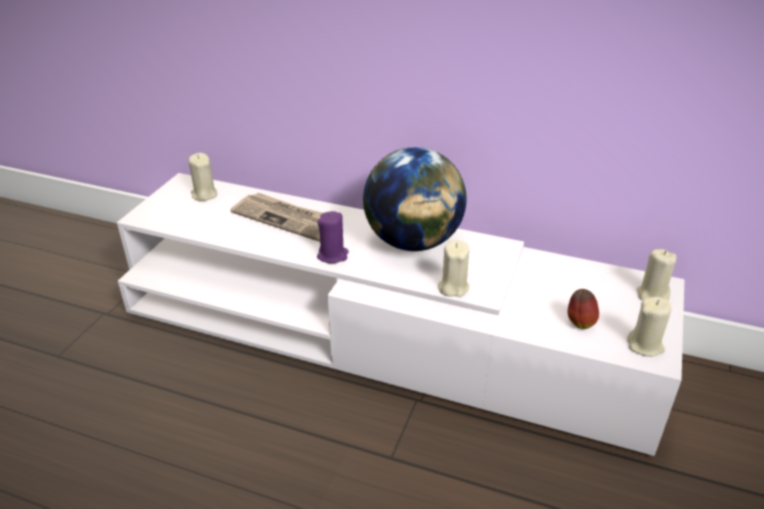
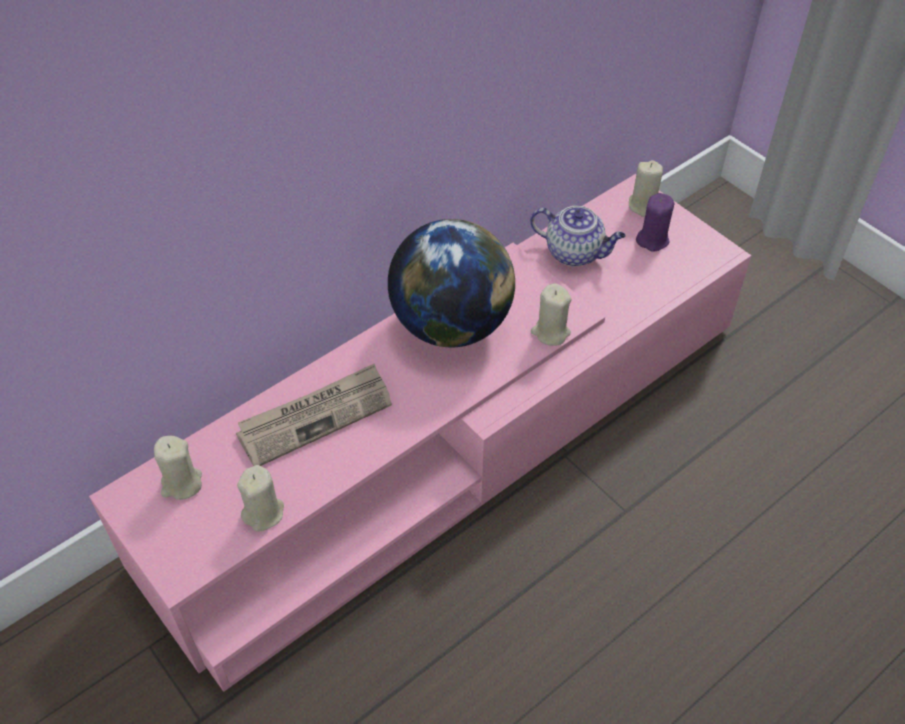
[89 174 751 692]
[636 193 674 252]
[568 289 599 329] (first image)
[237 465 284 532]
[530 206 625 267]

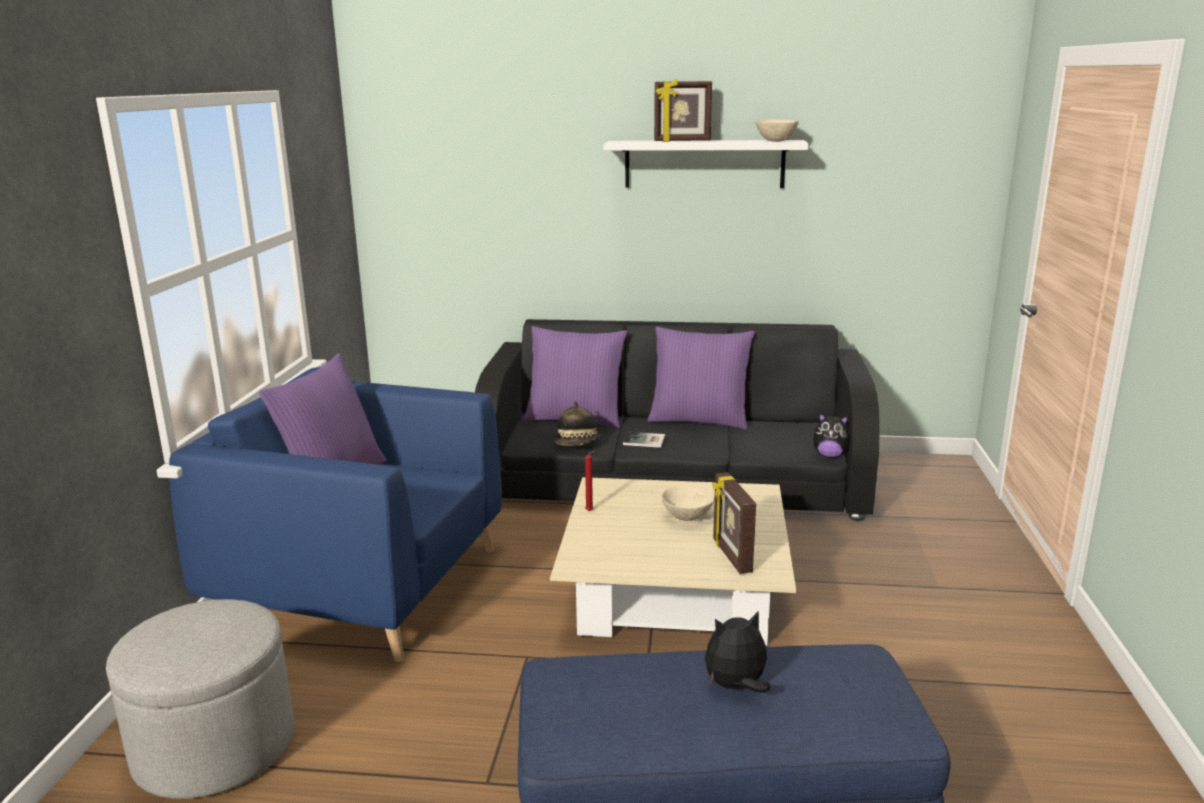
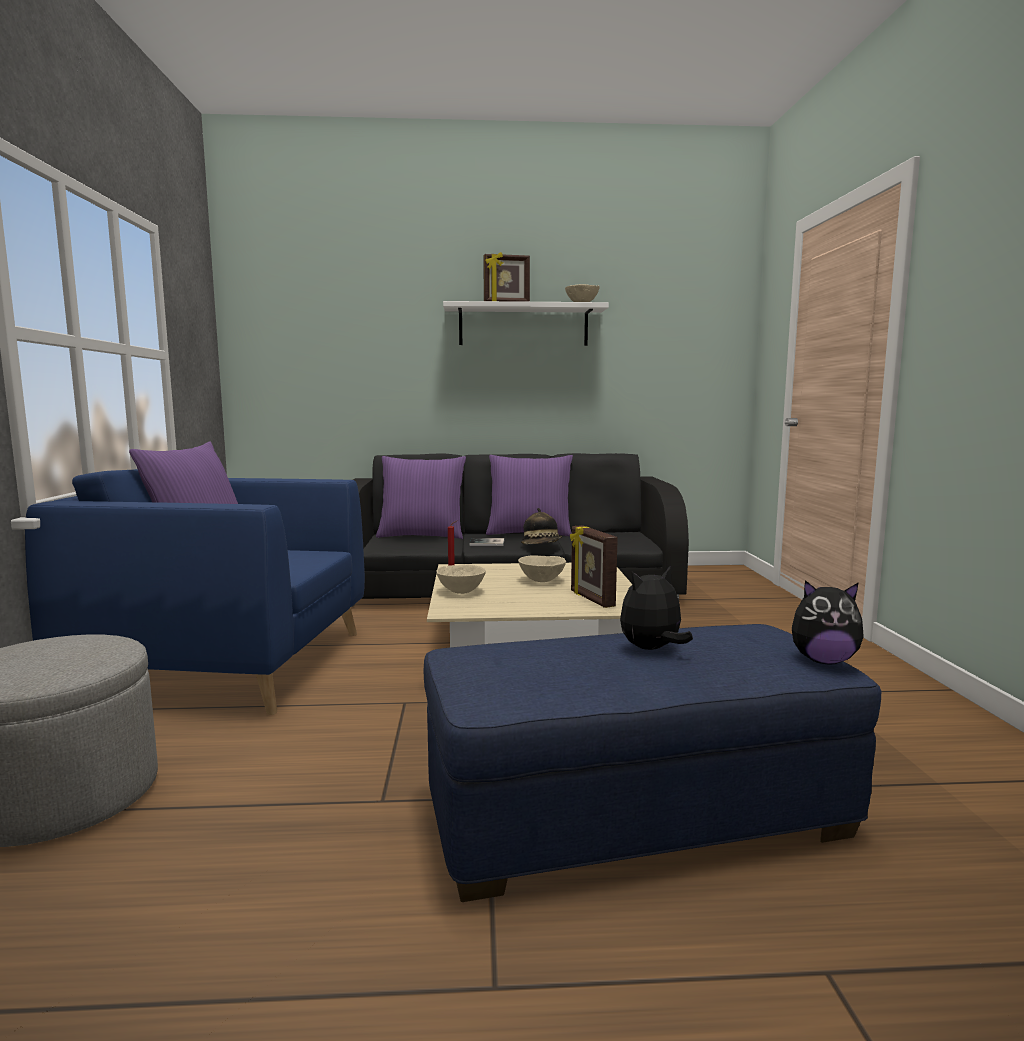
[521 508 562 544]
[792 580 864 664]
[437 564 486 594]

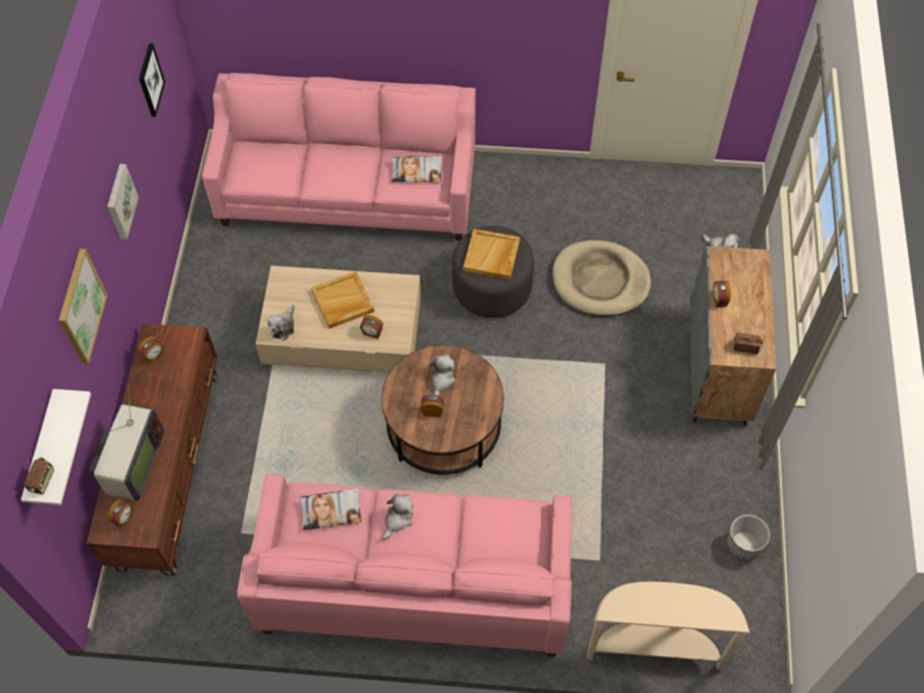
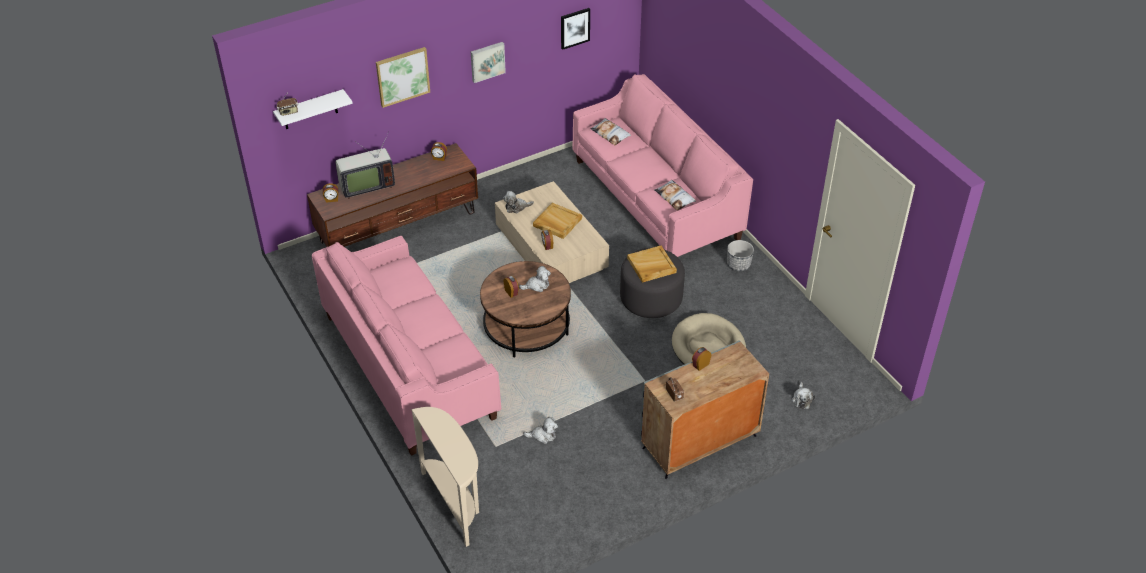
[590 118 631 145]
[523 417 558 444]
[727 240 754 271]

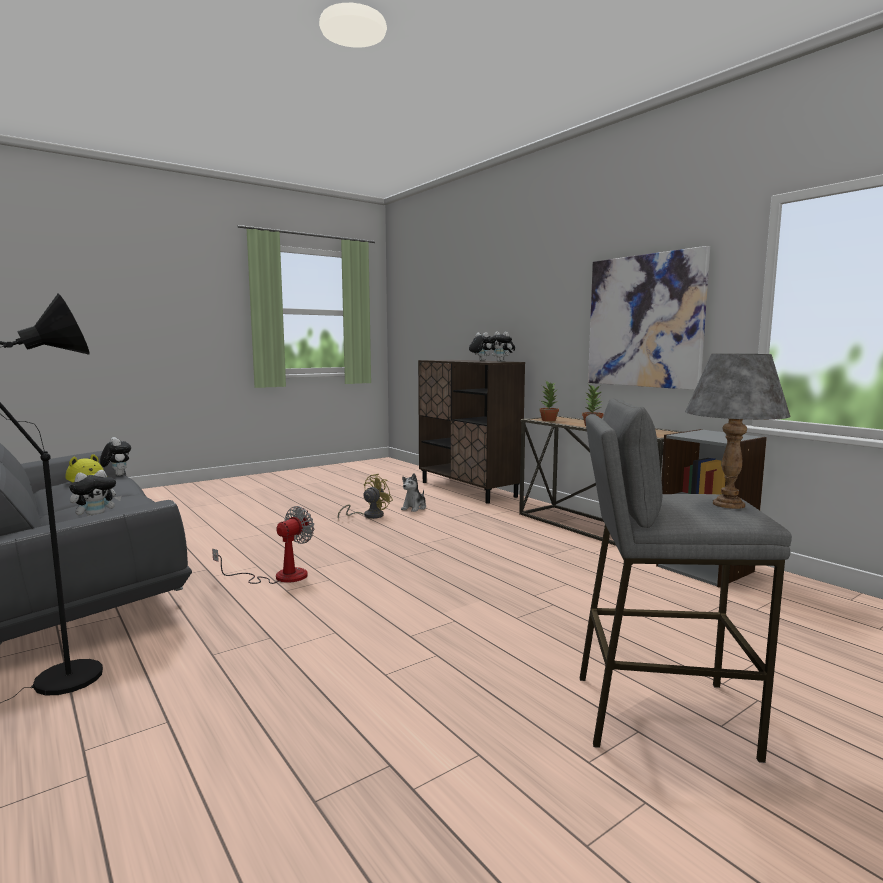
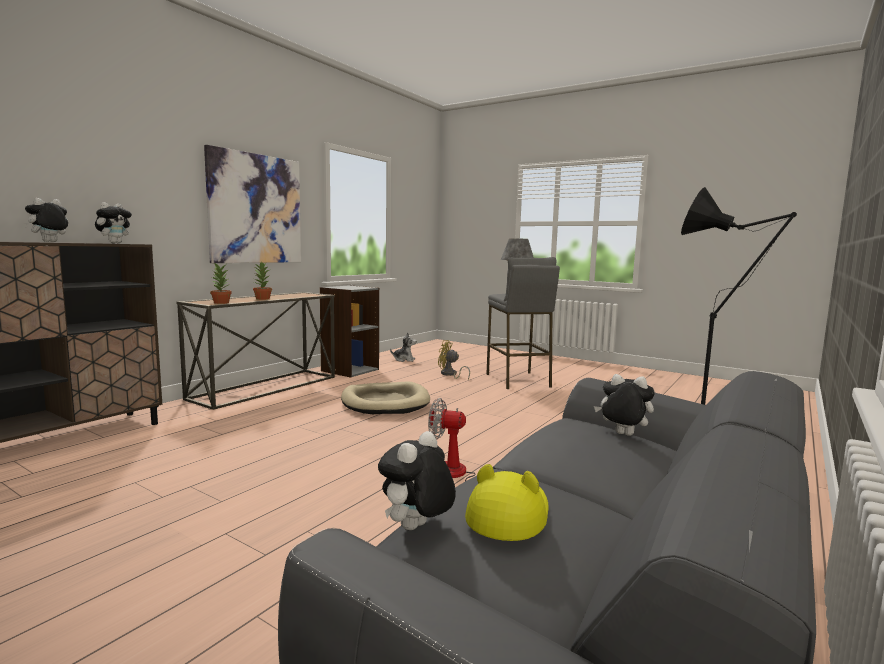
[390 333 417 362]
[438 340 470 379]
[341 381 430 414]

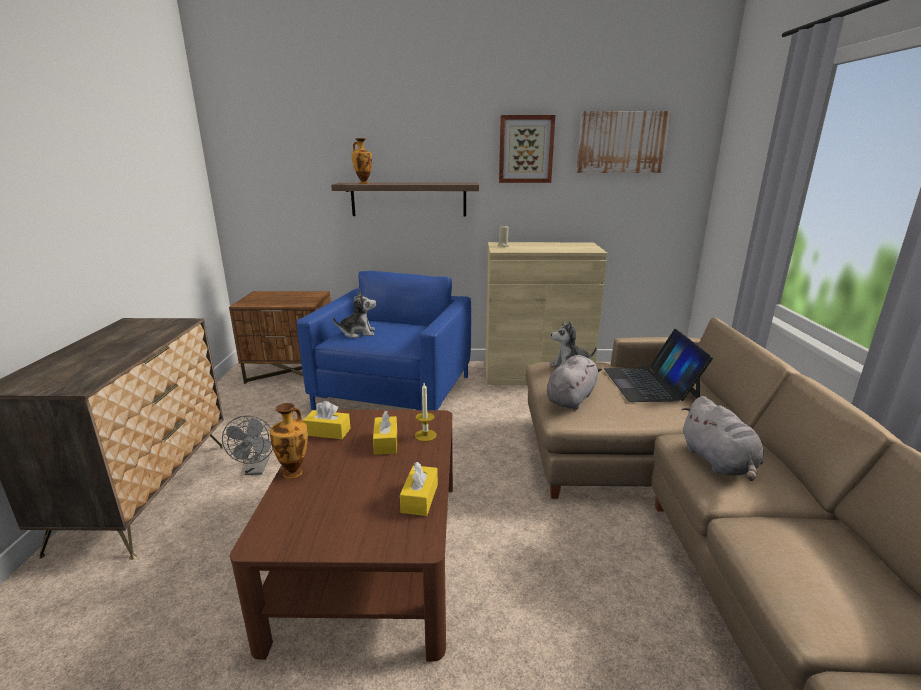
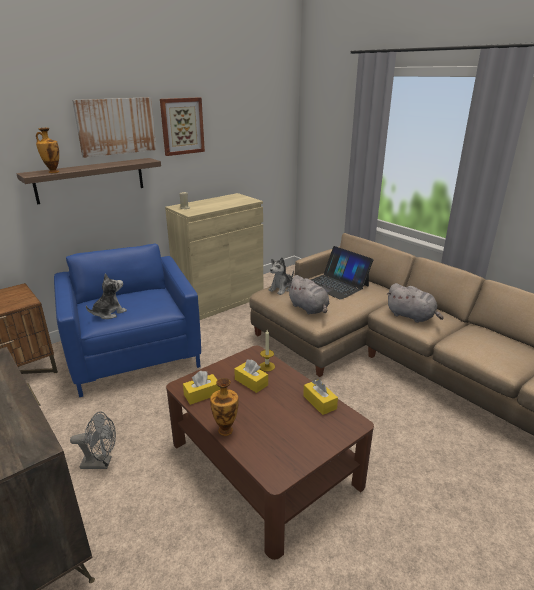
[72 97 157 158]
[287 275 330 314]
[70 411 116 469]

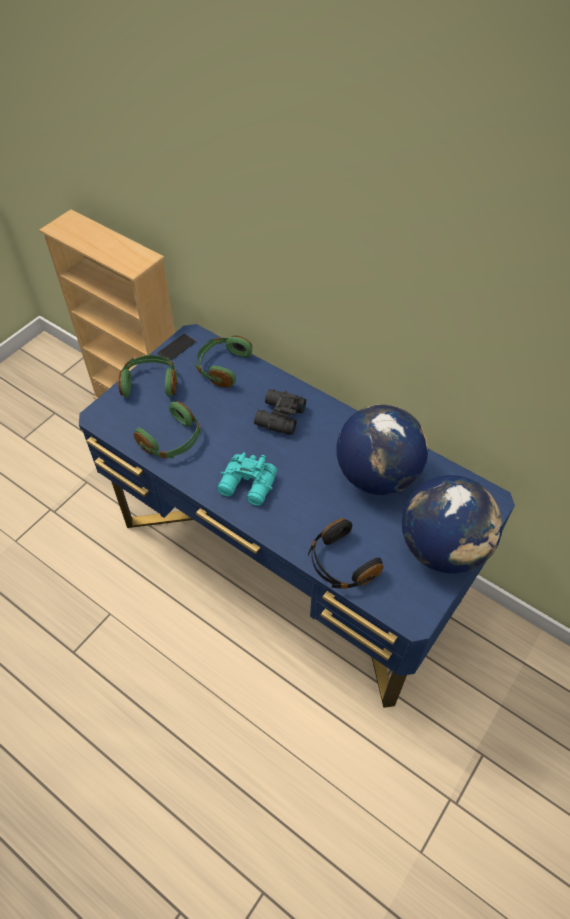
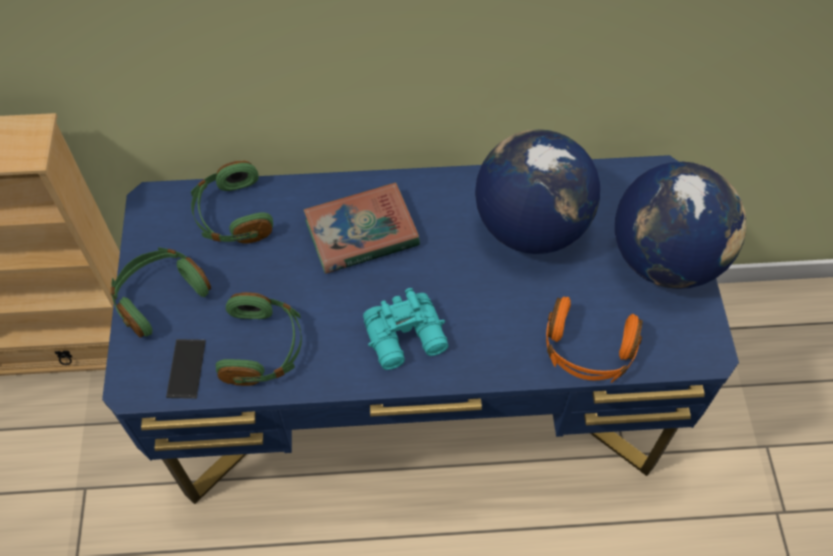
[166 339 206 399]
[304 182 420 274]
[546 297 643 383]

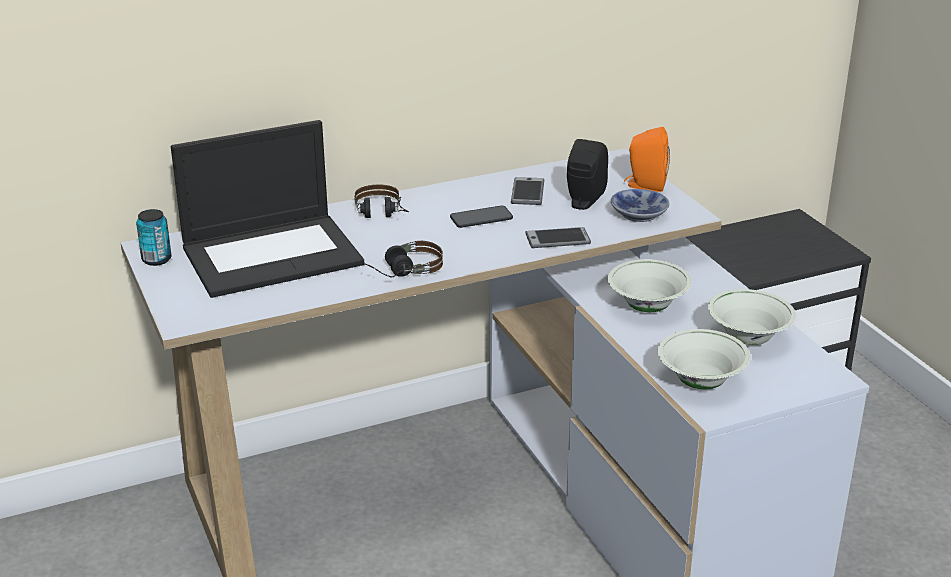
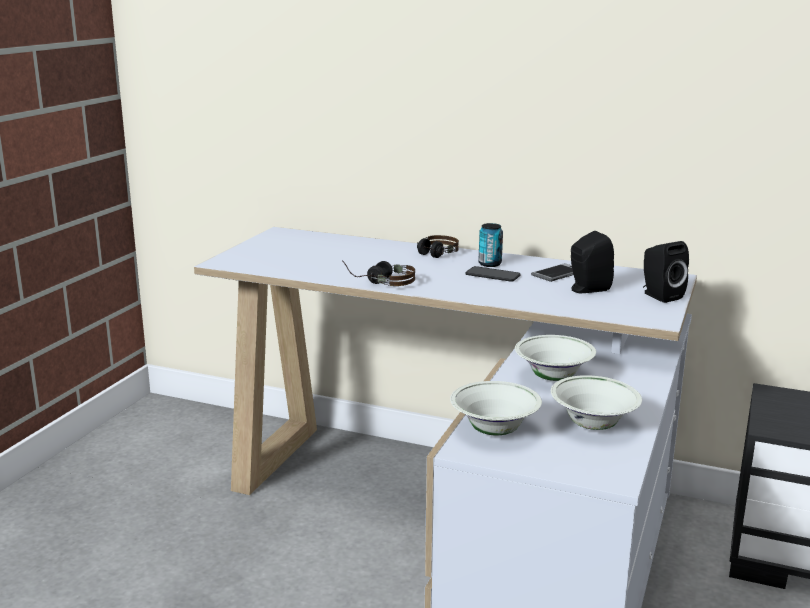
[171 120 364 298] (first image)
[643 241 689 303]
[611 189 670 222] (first image)
[478 223 503 267]
[525 227 591 248] (first image)

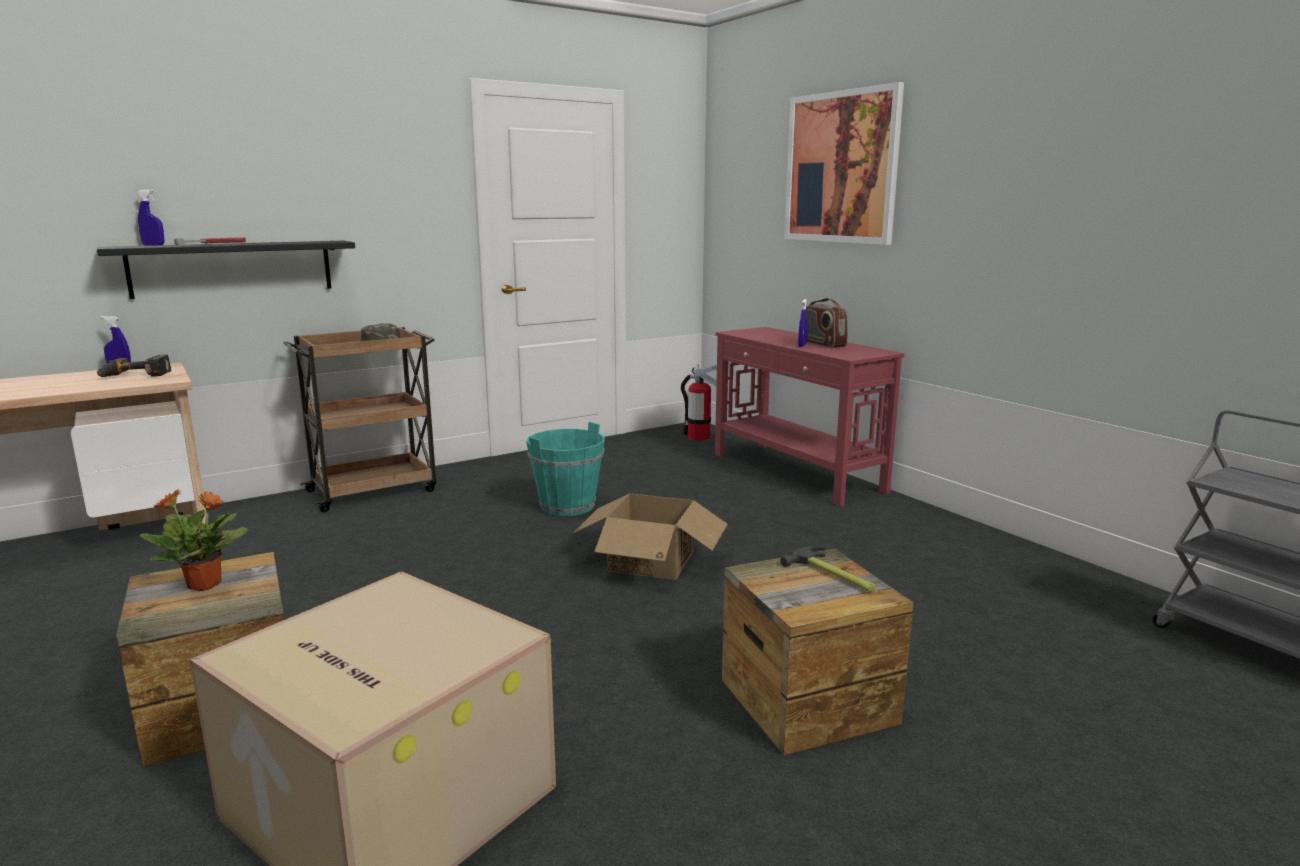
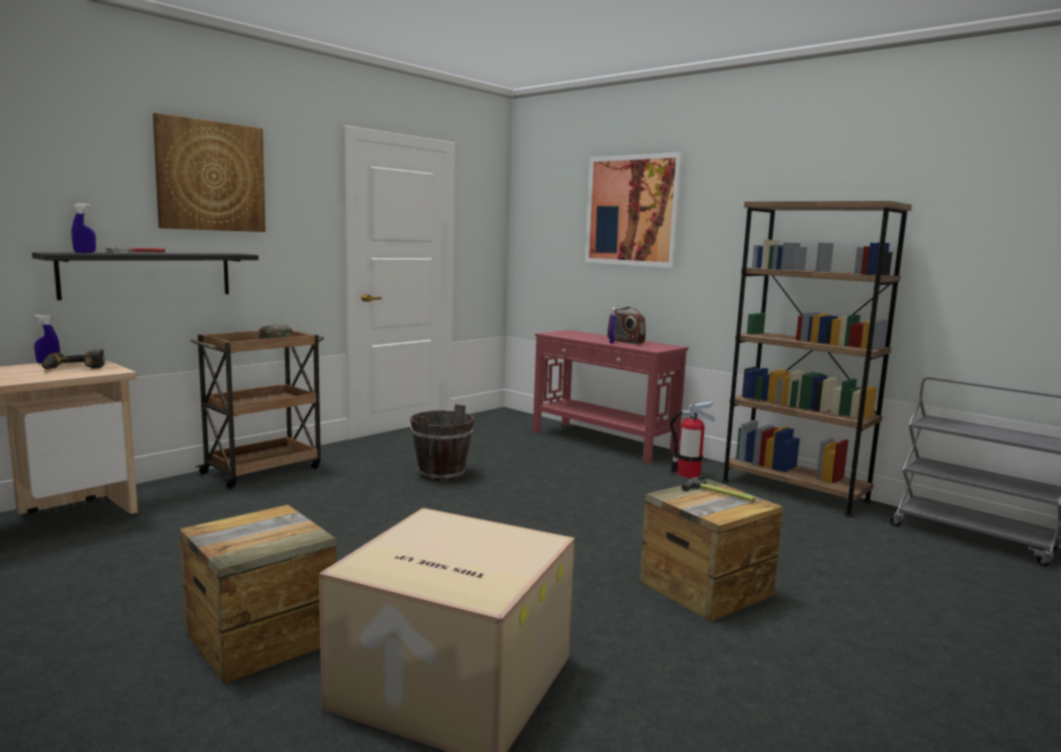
[670 400 715 478]
[410 404 475 481]
[140 489 249 591] (first image)
[573 493 728 580] (first image)
[153 113 265 232]
[722 201 912 517]

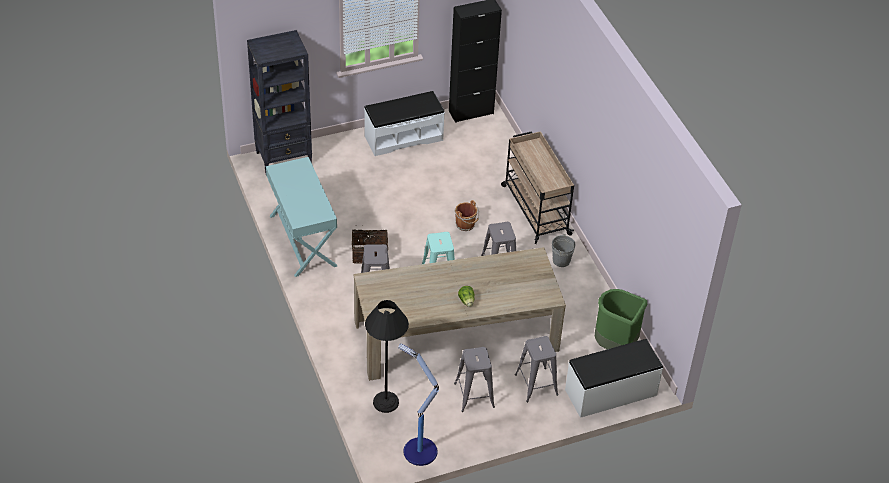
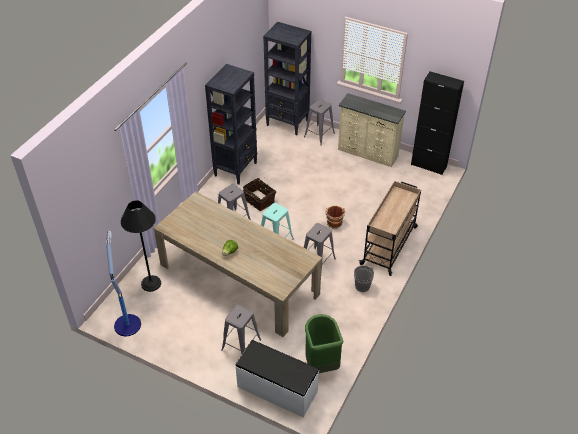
[338 93 406 167]
[205 64 257 185]
[304 99 335 145]

